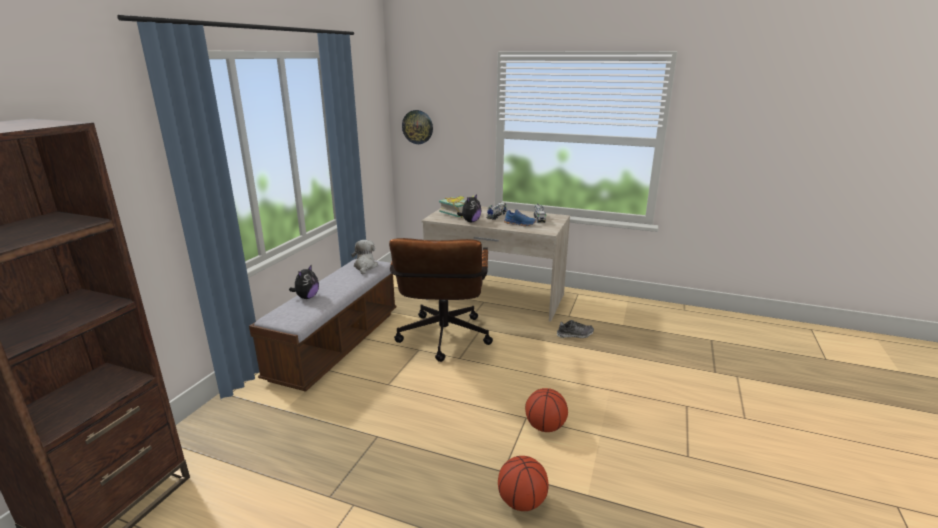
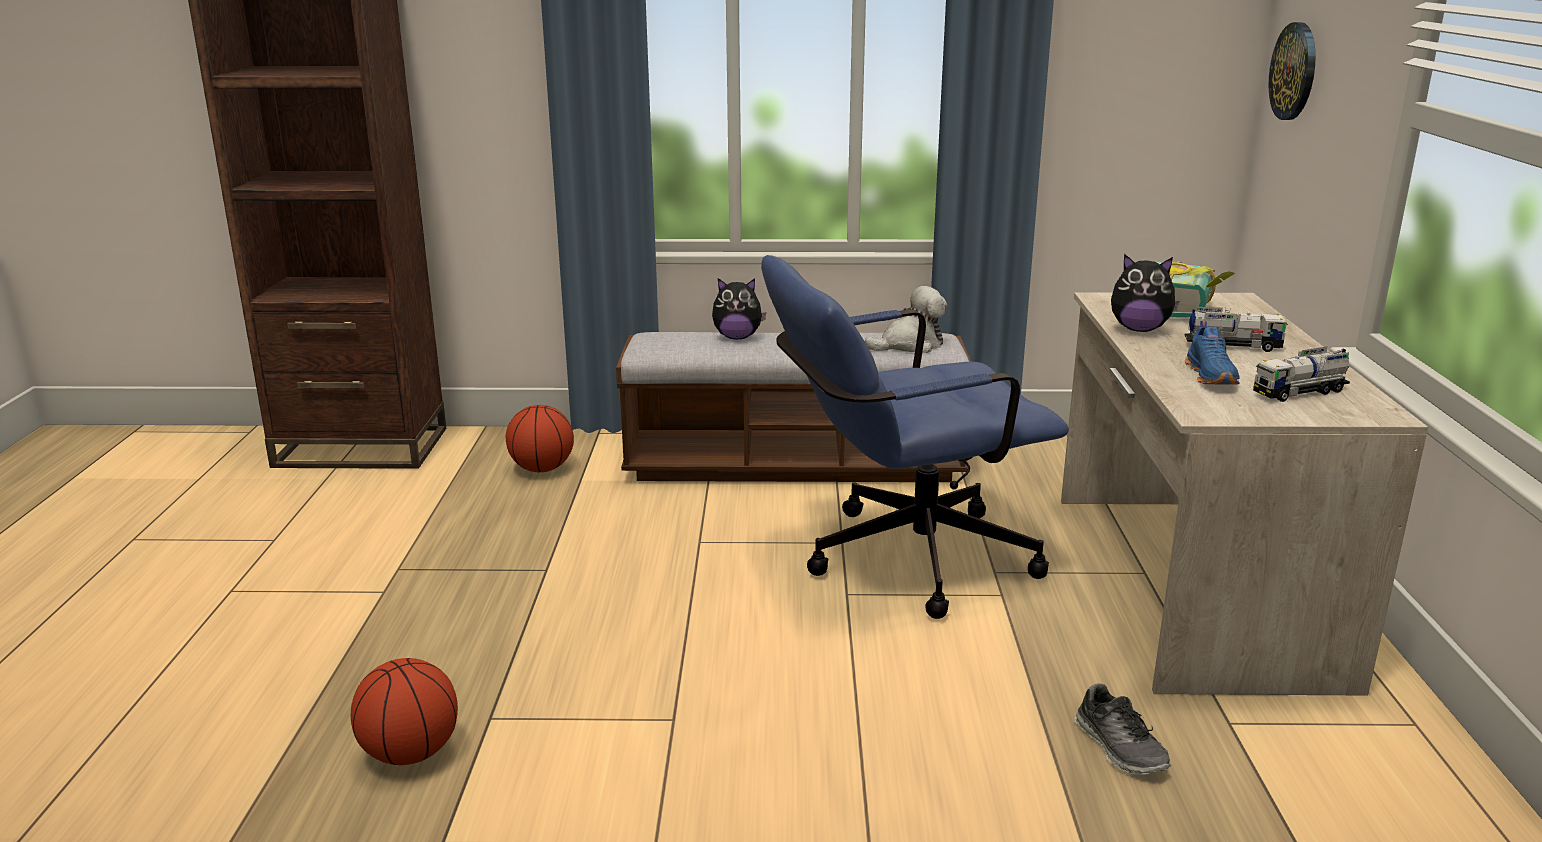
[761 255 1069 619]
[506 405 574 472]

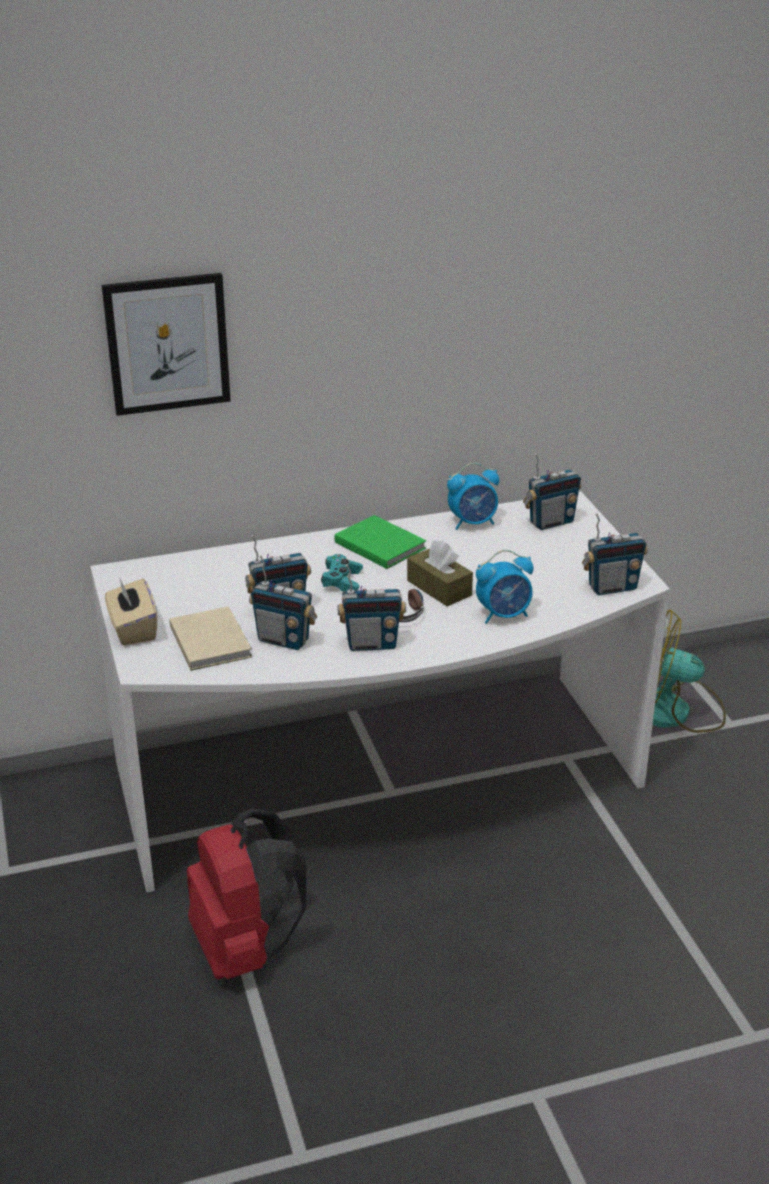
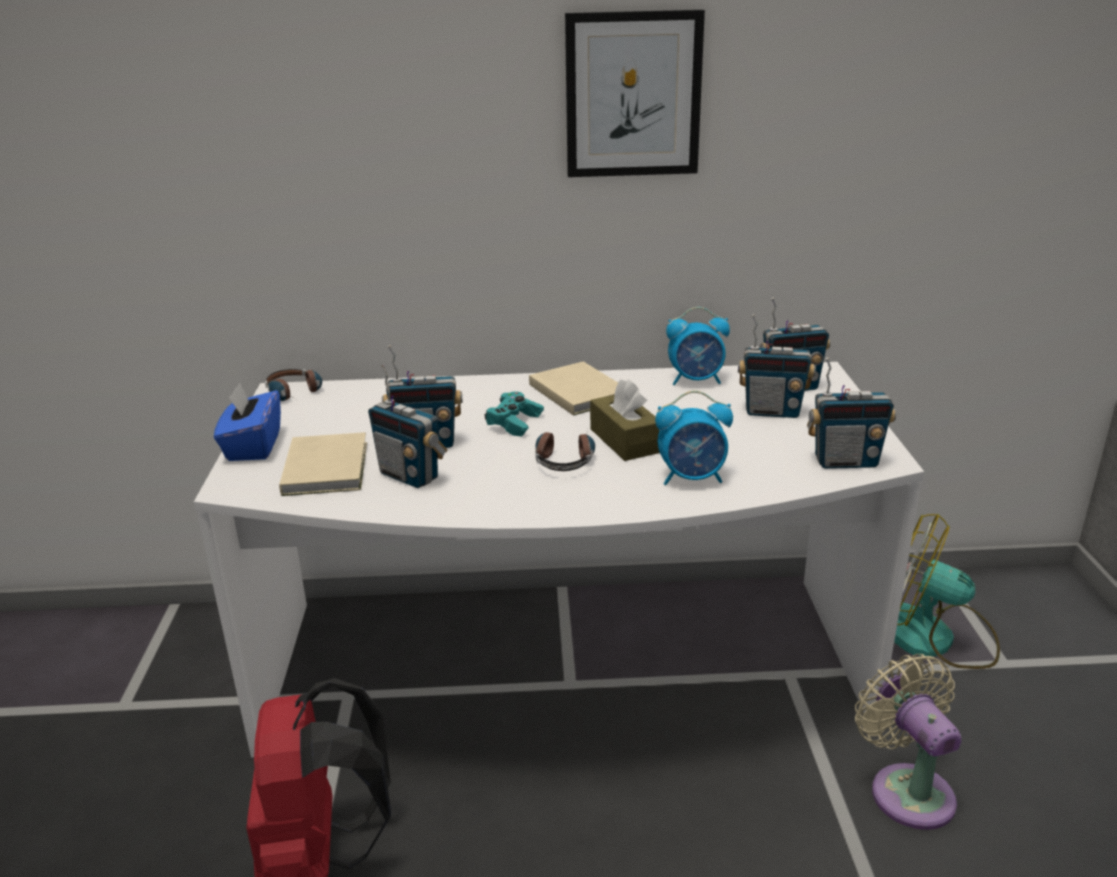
[565 10 705 177]
[529 362 618 416]
[738 314 816 418]
[214 382 281 461]
[265 369 322 401]
[855 654 962 830]

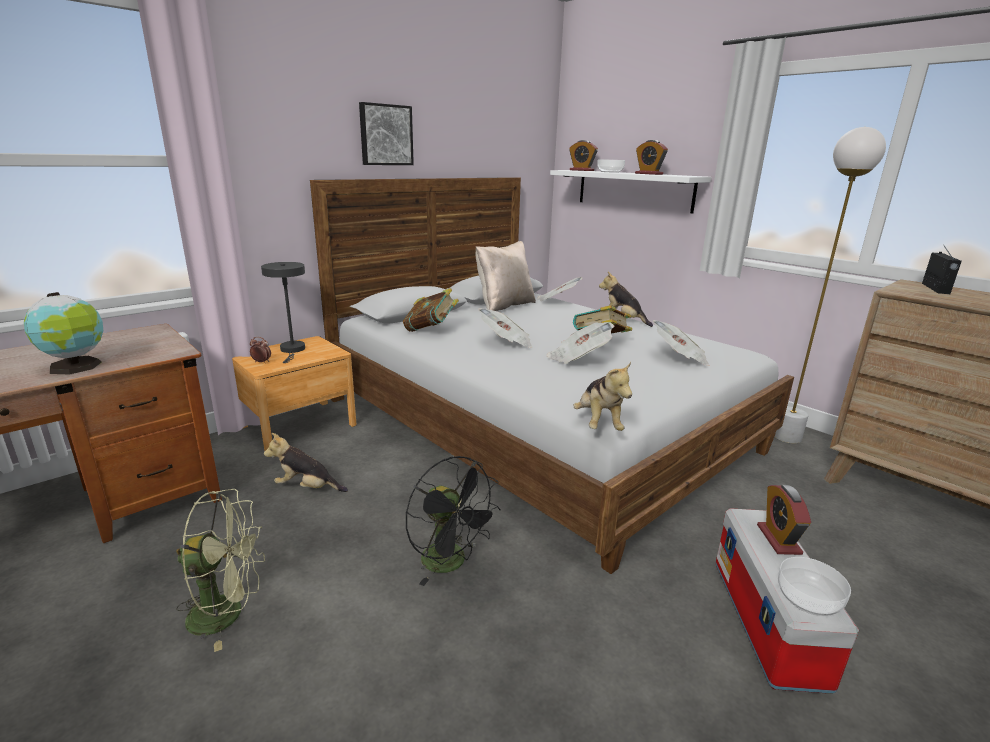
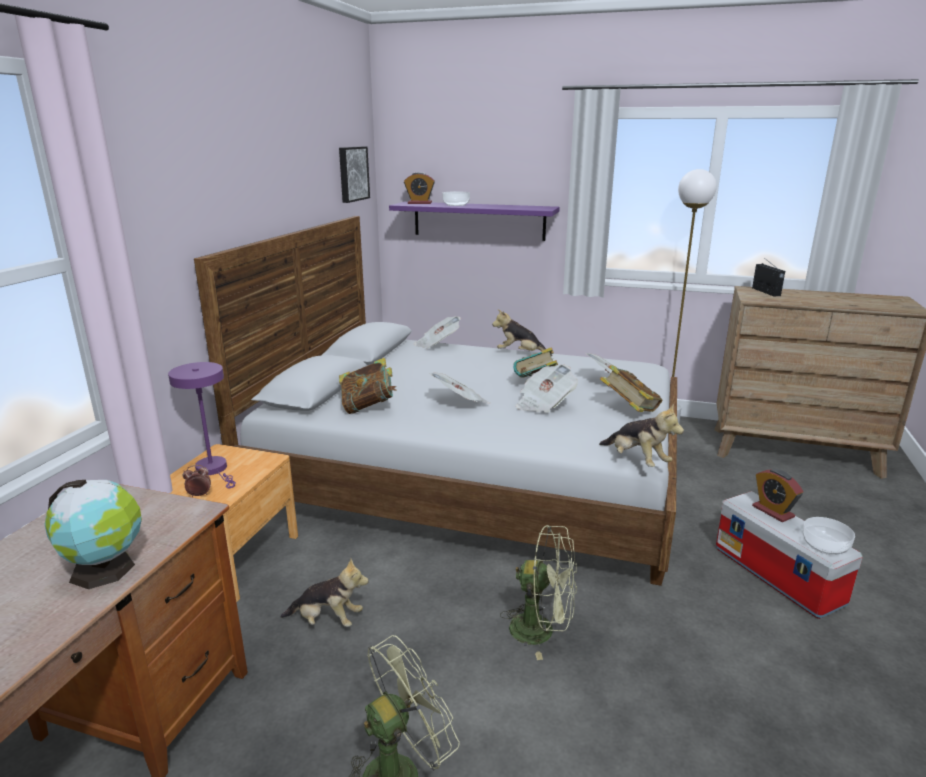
[339 146 370 203]
[635 140 668 175] (first image)
[389 202 560 241]
[476 241 536 311] (first image)
[168 362 236 489]
[280 558 369 627]
[500 525 577 660]
[600 365 663 412]

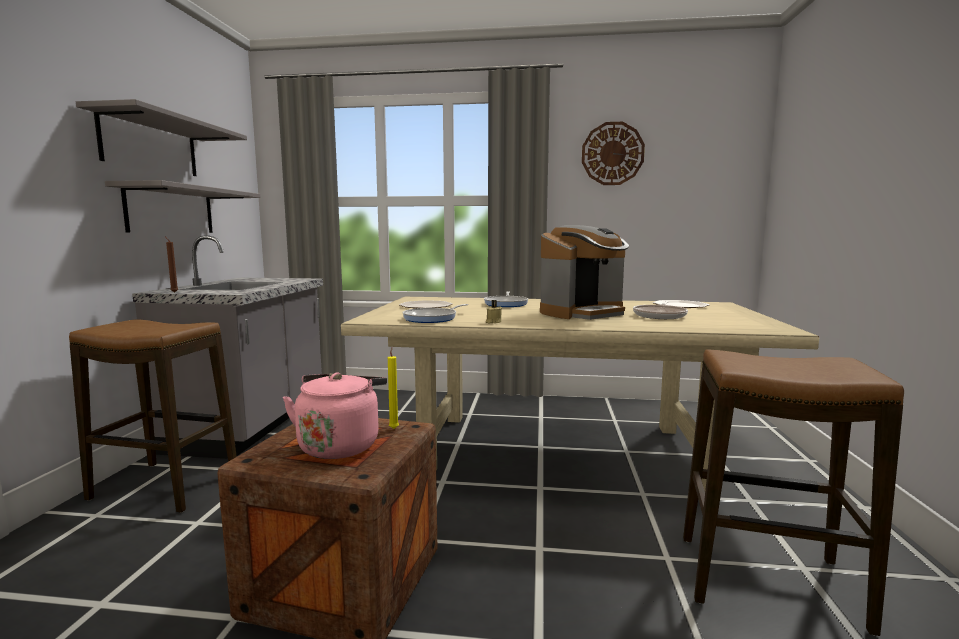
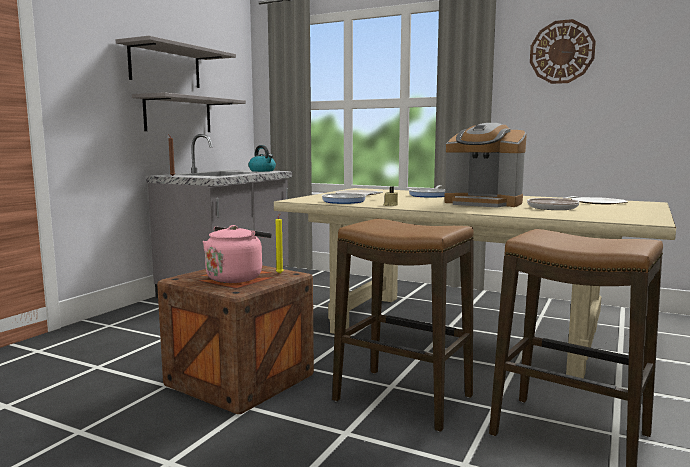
[444 123 527 208]
[332 219 474 432]
[248 145 276 172]

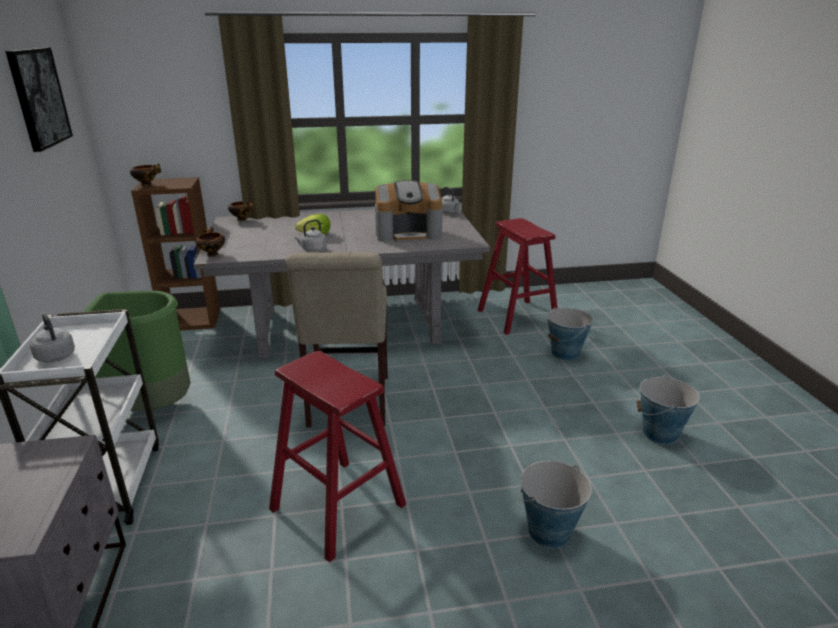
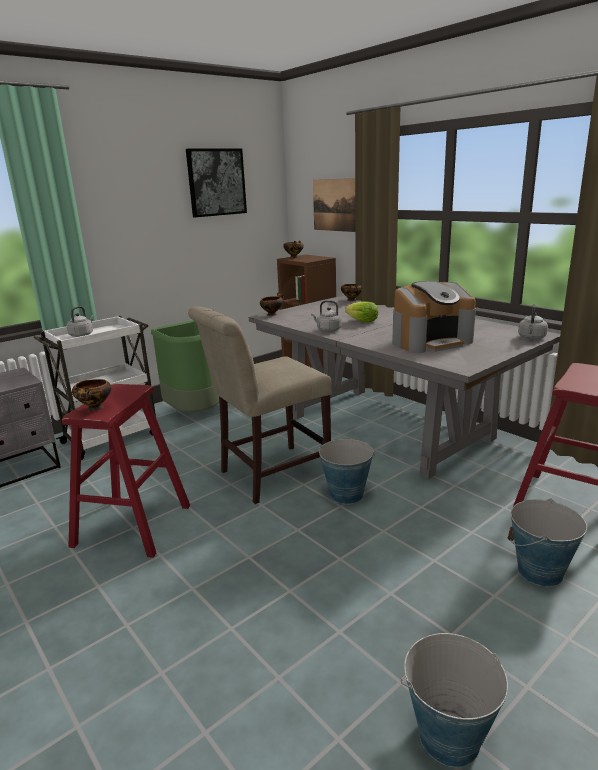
[392 281 476 353]
[319 439 375 504]
[313 178 355 232]
[72 379 111 411]

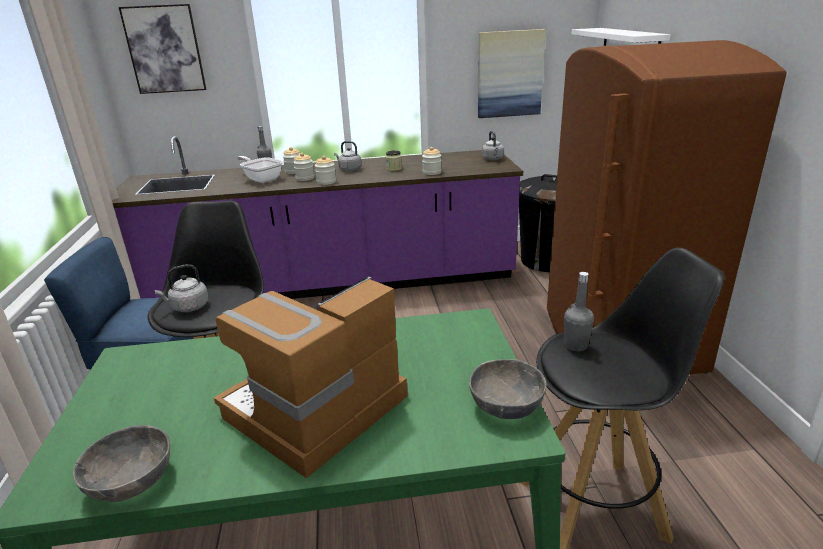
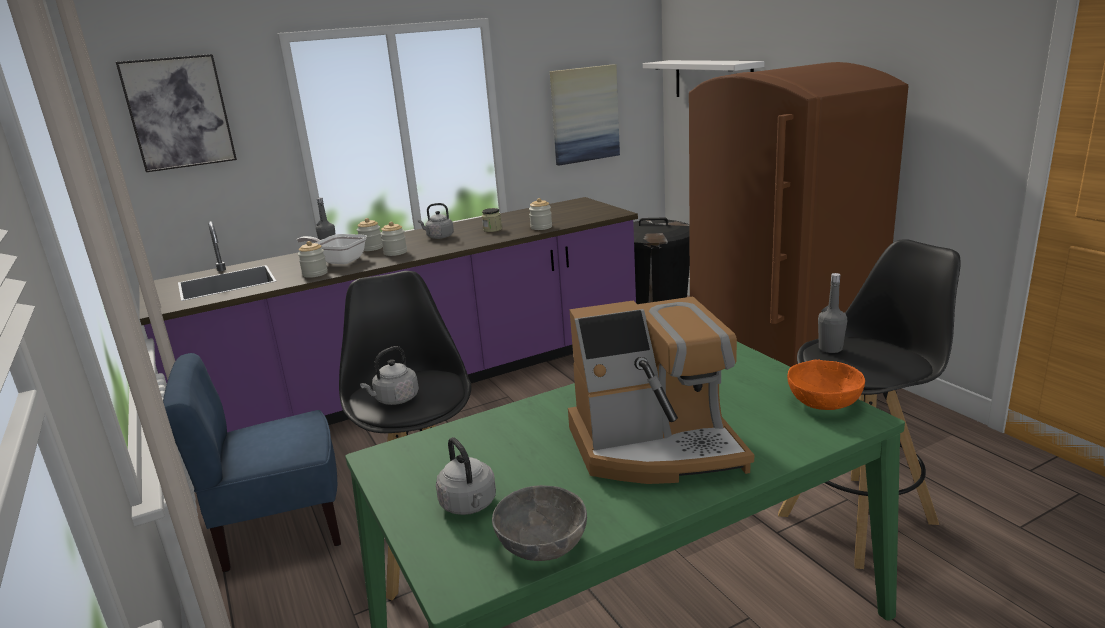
[436 437 496 515]
[298 241 328 278]
[568 297 754 484]
[787 359 865 410]

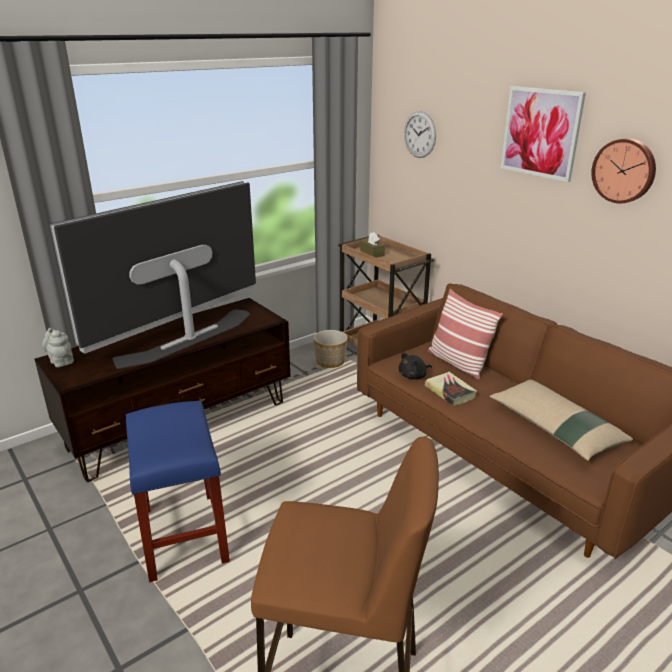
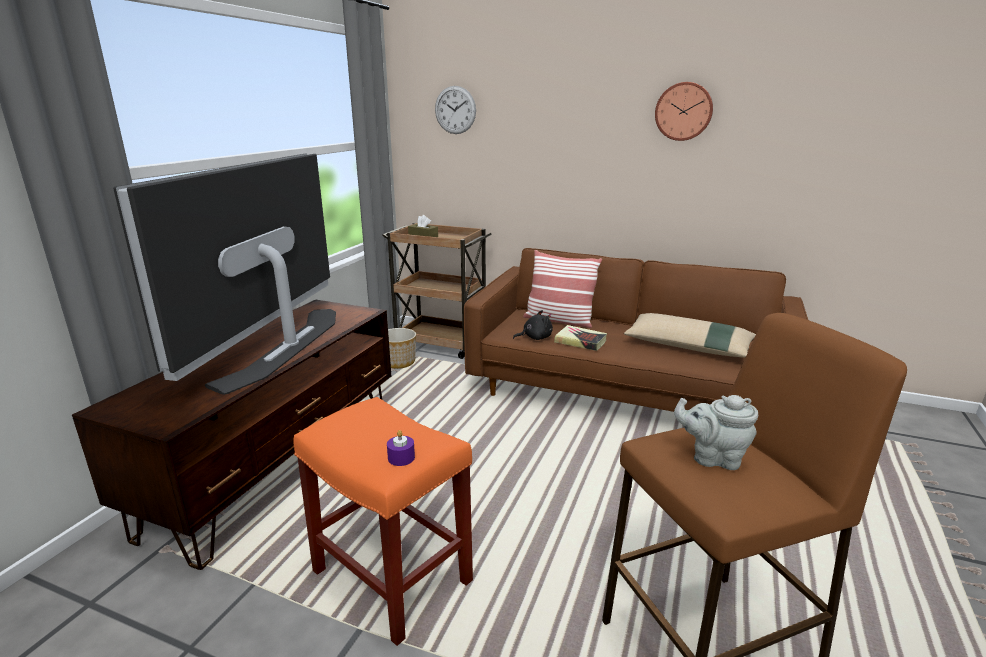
[501 86 586 182] (first image)
[674 395 758 470]
[513 310 553 340]
[293 397 473 646]
[387 430 415 466]

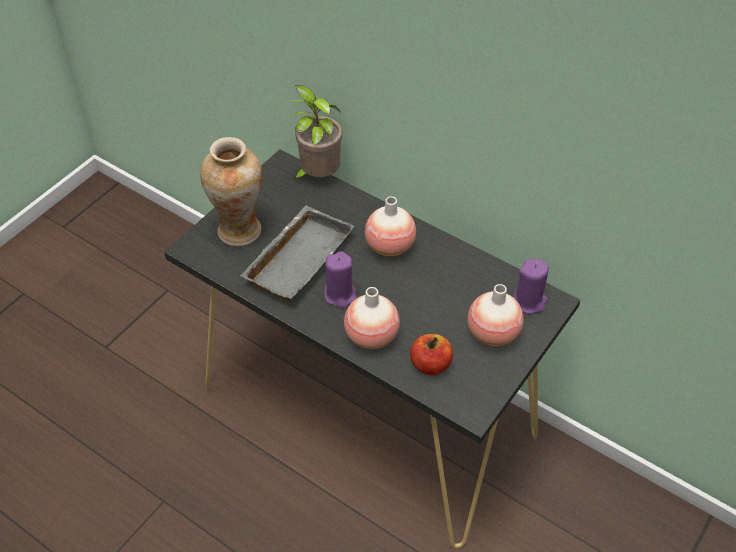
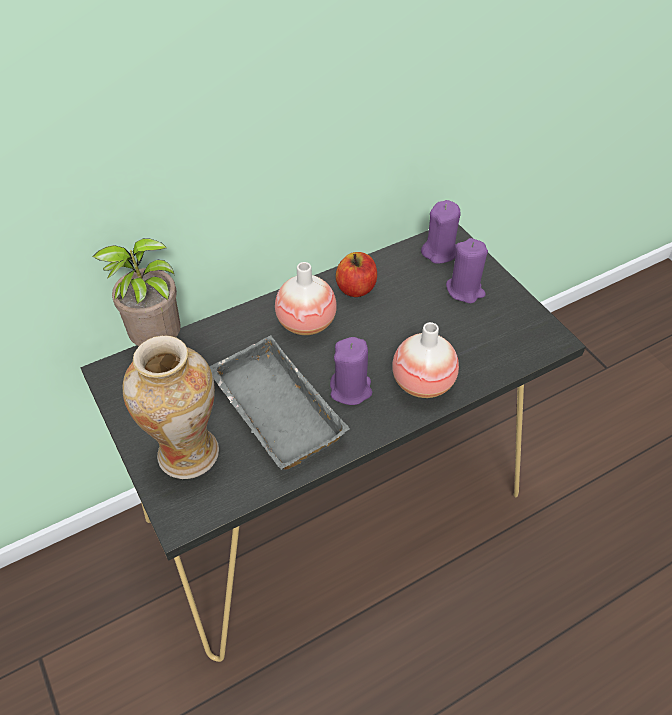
[446 238 488 303]
[336 252 377 297]

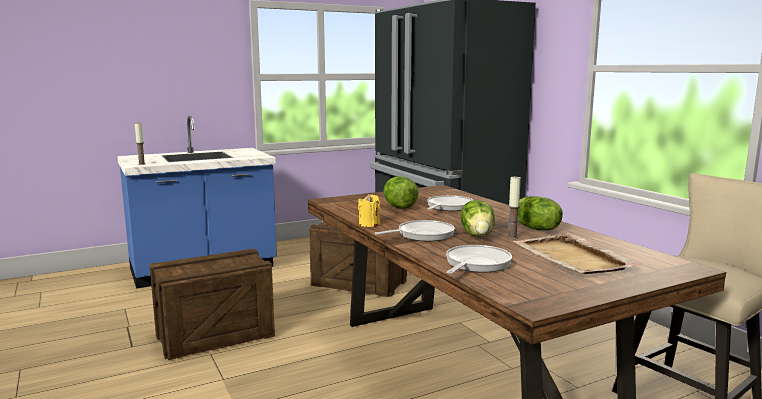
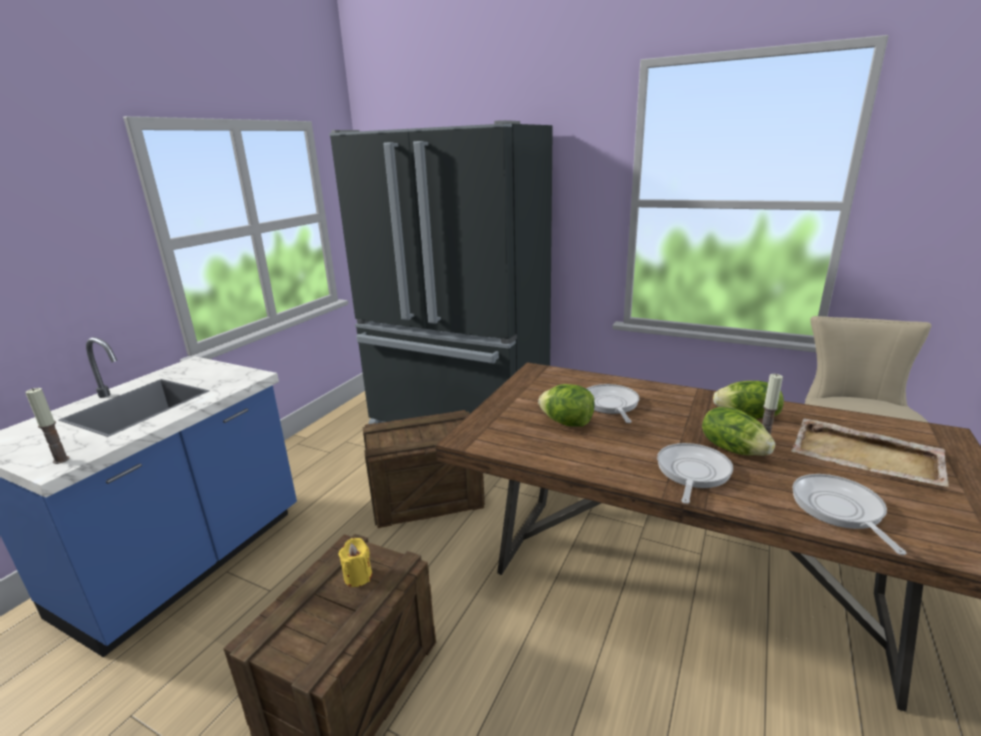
[338 538 372 587]

